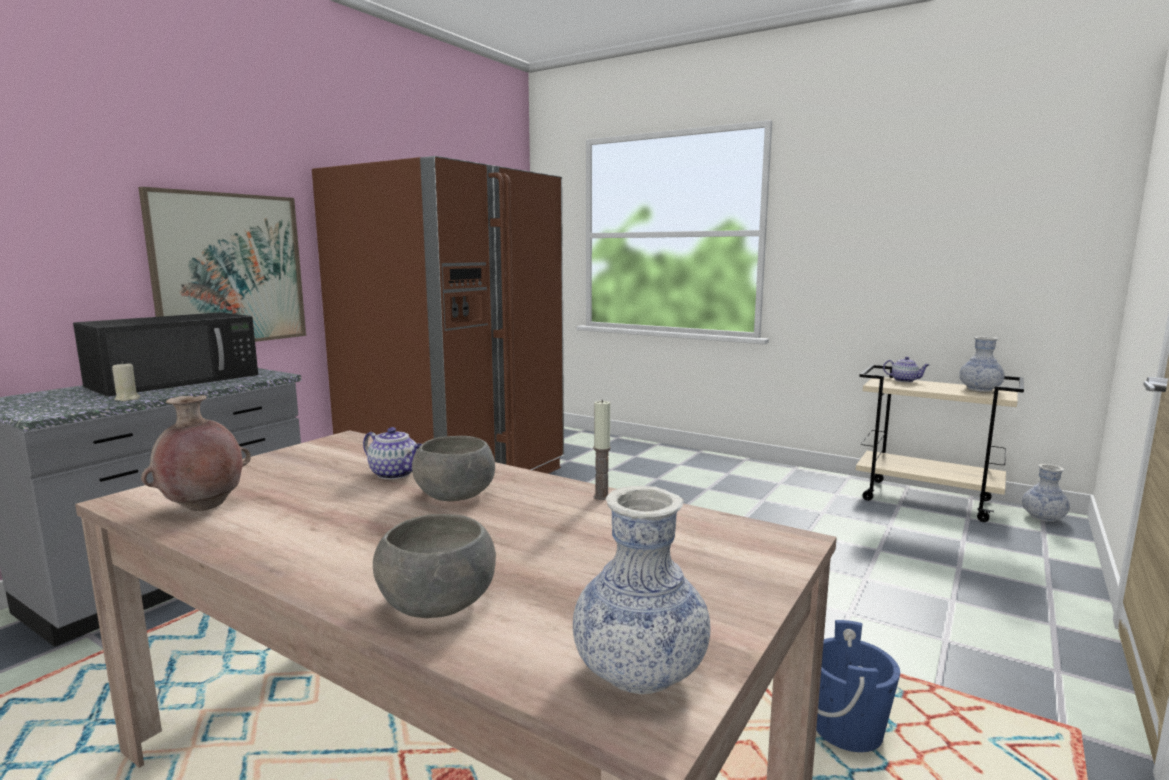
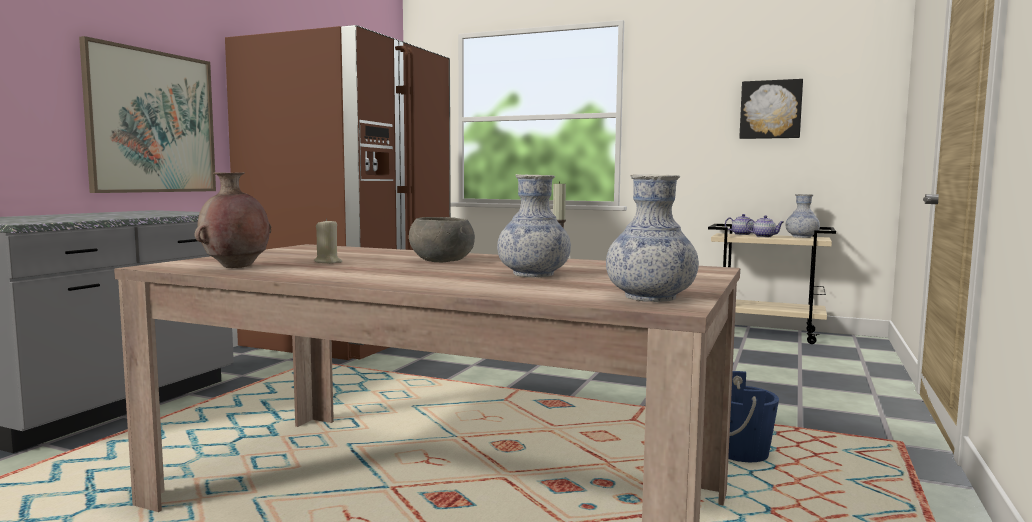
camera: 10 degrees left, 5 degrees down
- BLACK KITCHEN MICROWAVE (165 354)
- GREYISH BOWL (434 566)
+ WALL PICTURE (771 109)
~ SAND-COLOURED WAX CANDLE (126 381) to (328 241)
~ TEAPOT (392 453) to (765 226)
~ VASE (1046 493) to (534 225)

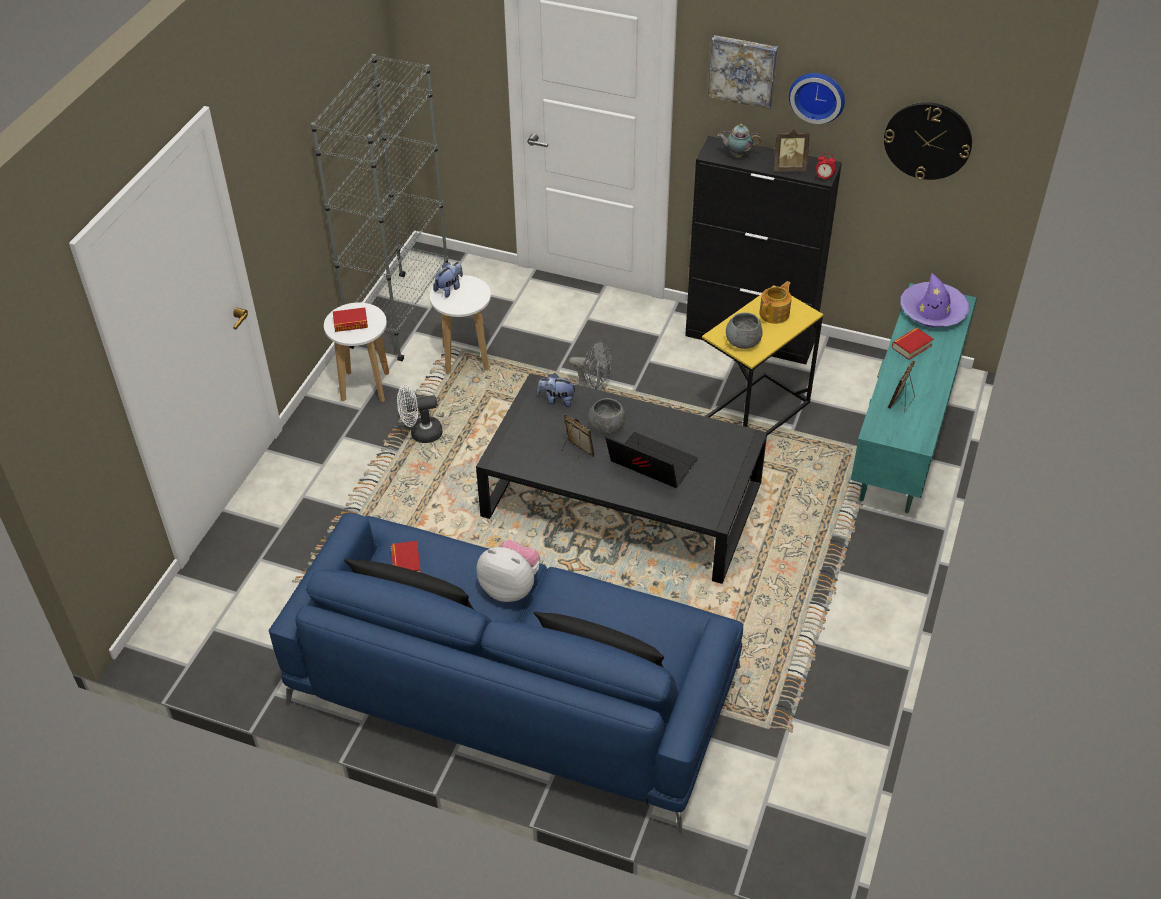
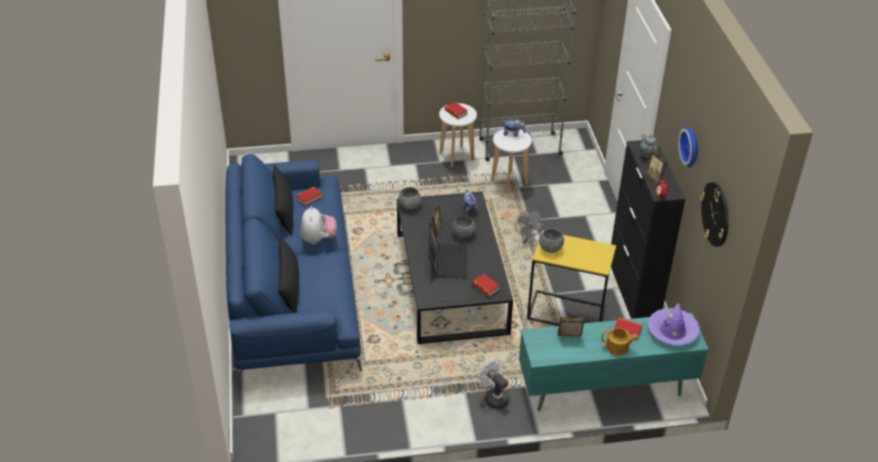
camera: 60 degrees right, 5 degrees down
- WALL PICTURE (743 72)
+ GREYISH BOWL (410 198)
+ BOOK (486 285)
~ WHITE-COLOURED COOLING FAN (420 414) to (493 384)
~ TEAPOT (775 302) to (619 342)

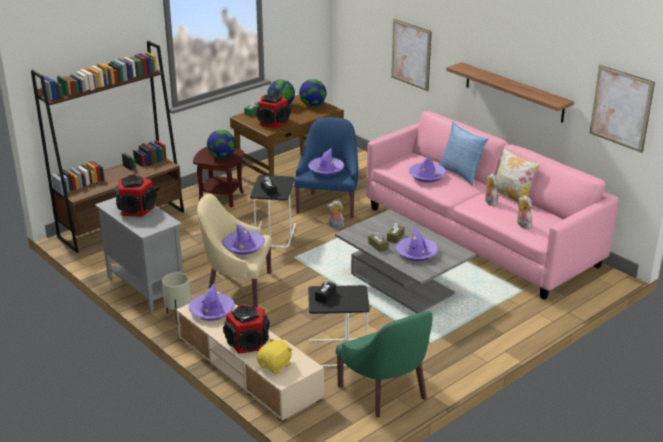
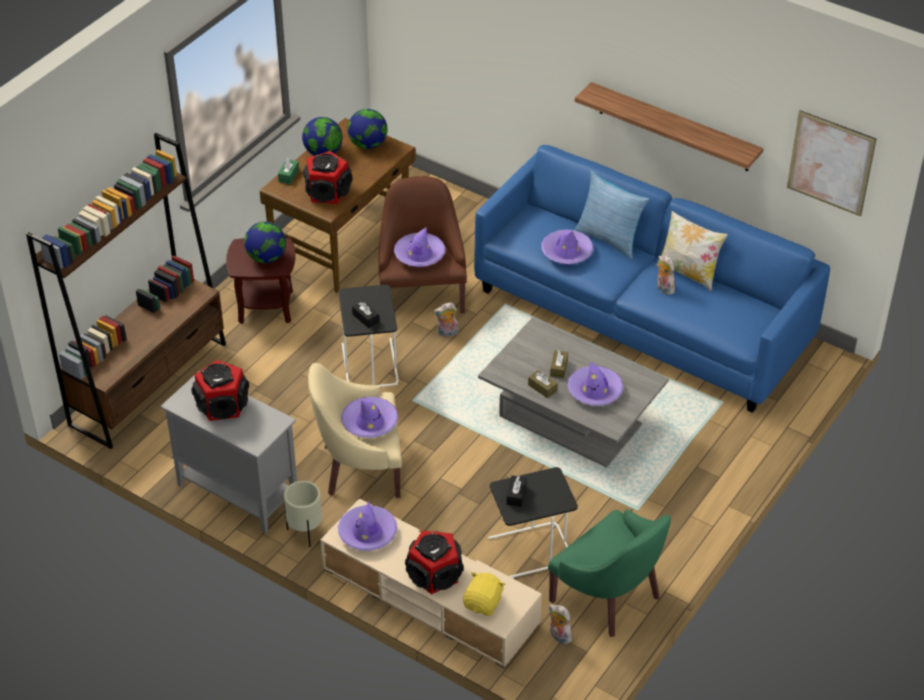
camera: 15 degrees left, 15 degrees up
- WALL PICTURE (411 55)
~ SOFT TOY (524 212) to (560 624)
~ BLUE ARMCHAIR (326 167) to BROWN ARMCHAIR (422 244)
~ PINK-COLOURED COUCH (492 205) to BLUE COUCH (652 279)

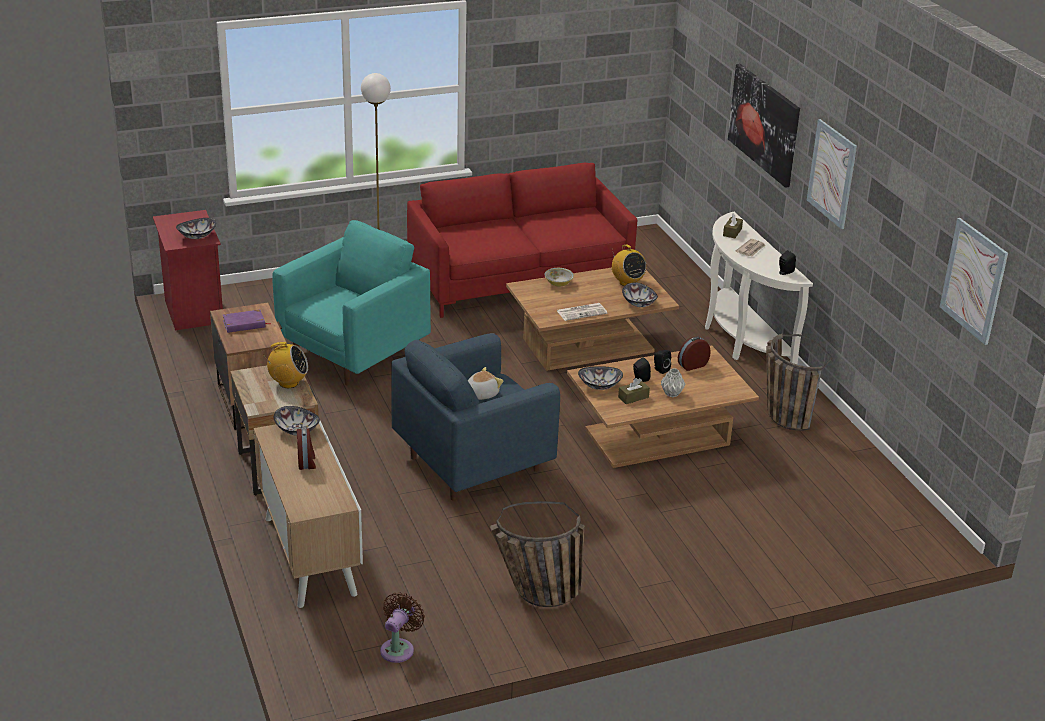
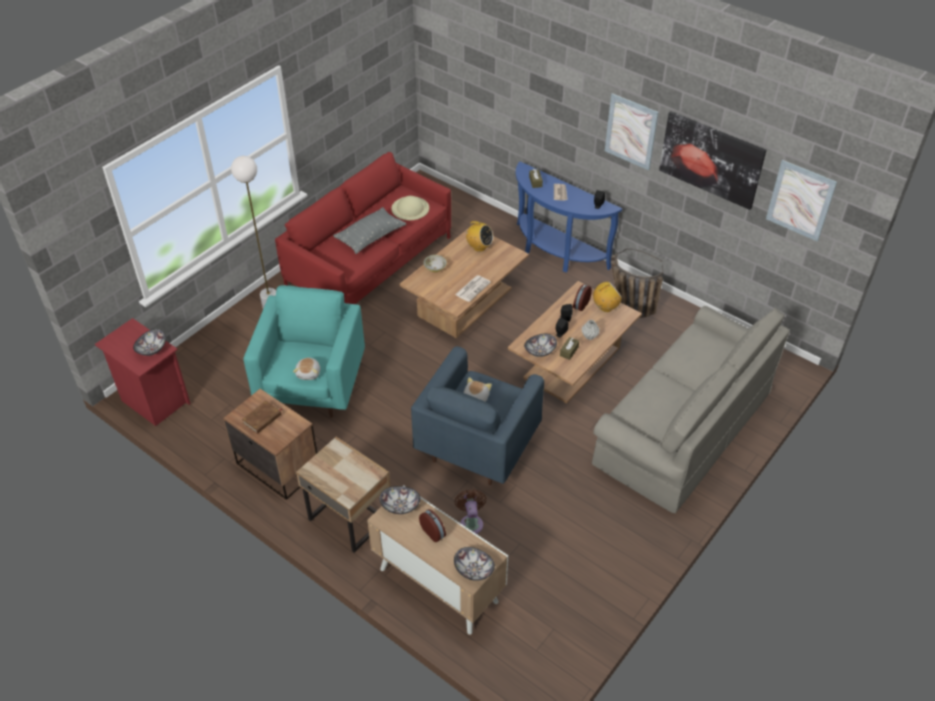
camera: 30 degrees left, 15 degrees up
- STORAGE BASKET (537 554)
+ SOFT TOY (306 368)
+ GREYISH CUSHION (369 230)
+ SAND-COLOURED WEARABLE HAT (410 208)
+ GREYISH COUCH (691 409)
~ RADIO RECEIVER (286 365) to (607 297)
~ BROWN COOLING FAN (402 627) to (471 511)
~ BOWL (640 295) to (474 564)
~ WALL PICTURE (764 126) to (712 160)
~ PURPLE BOOK (247 321) to BROWN BOOK (262 417)
~ WHITE-COLOURED NARROW TABLE (759 288) to BLUE NARROW TABLE (569 216)

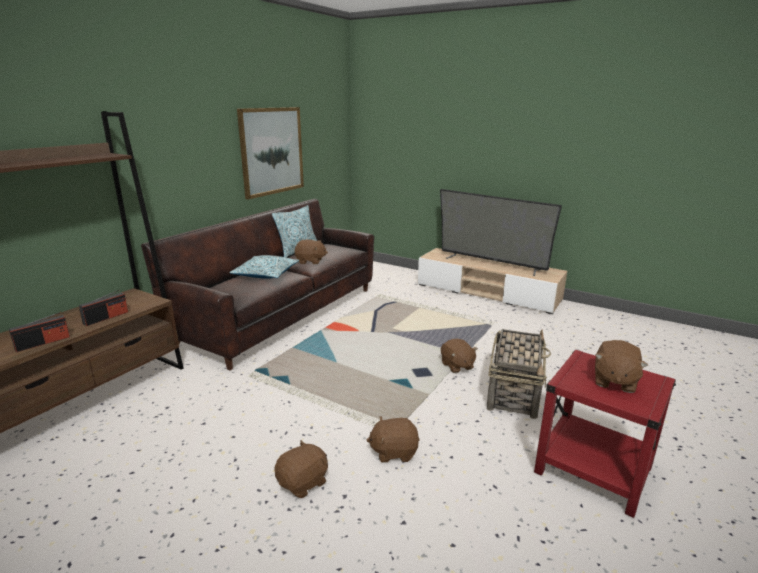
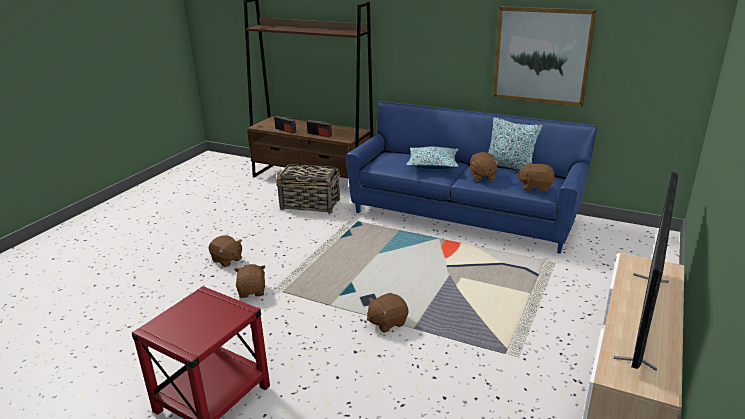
camera: 85 degrees right, 5 degrees up
~ STORAGE BASKET (519 374) to (307 189)
~ BROWN SOFT TOY (621 366) to (536 177)
~ BROWN COUCH (257 285) to BLUE COUCH (472 177)

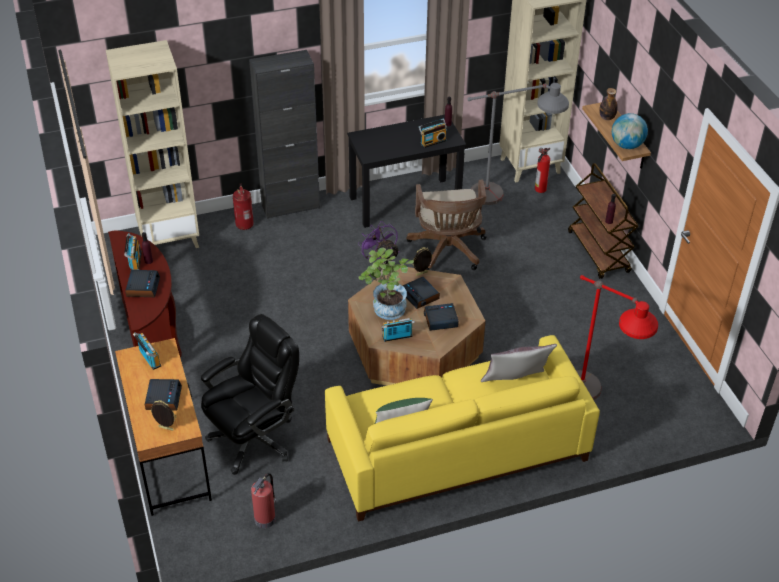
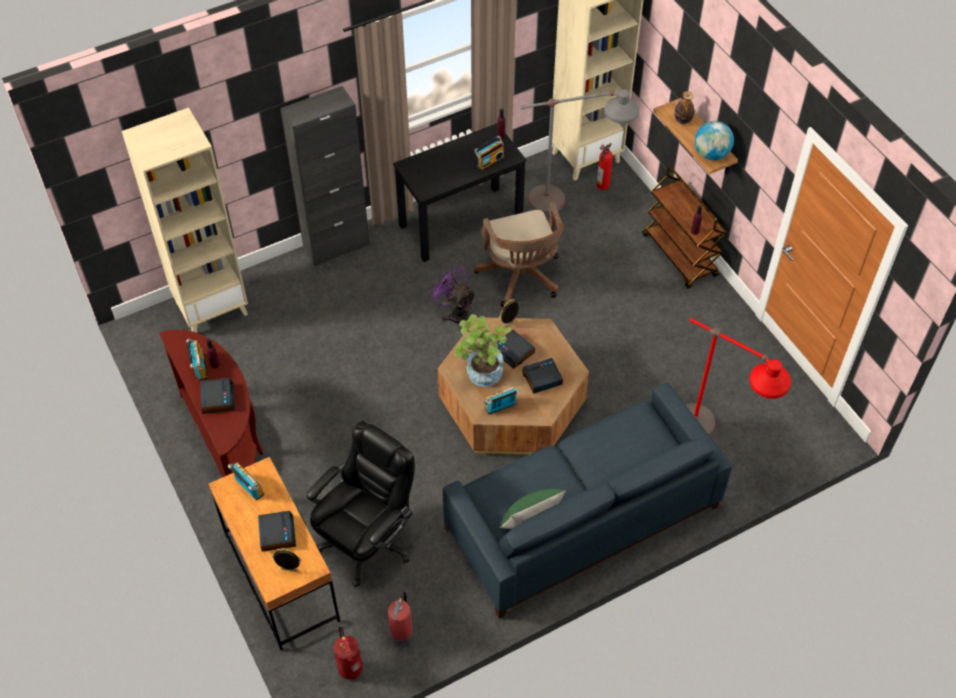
camera: 10 degrees left, 10 degrees up
- GREYISH CUSHION (519 363)
~ EXTINGUISHER (243 206) to (348 653)
~ YELLOW COUCH (462 428) to BLUE COUCH (587 501)

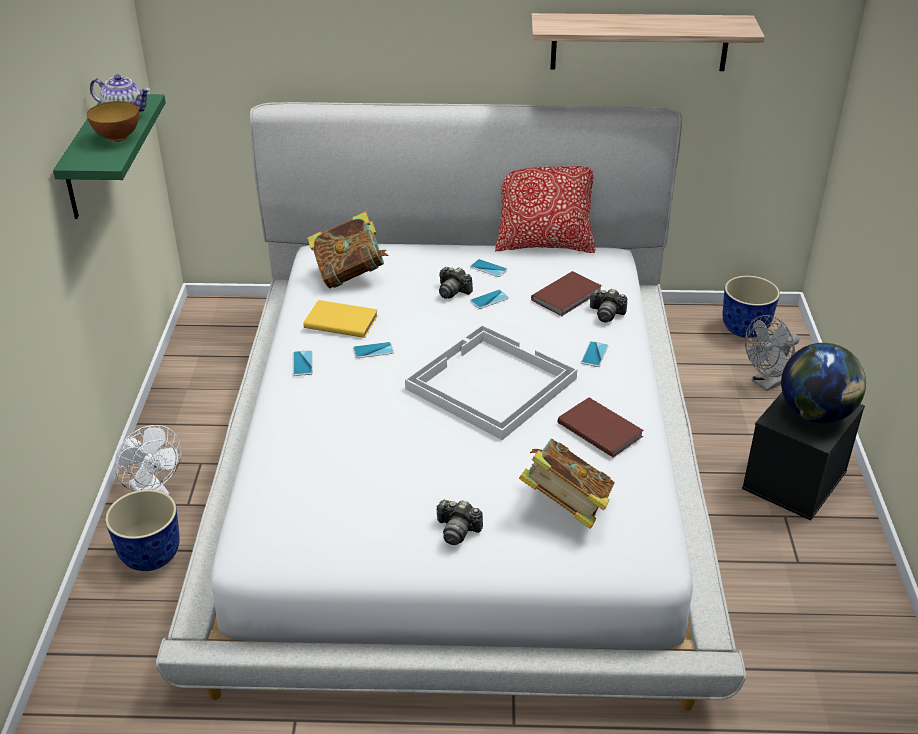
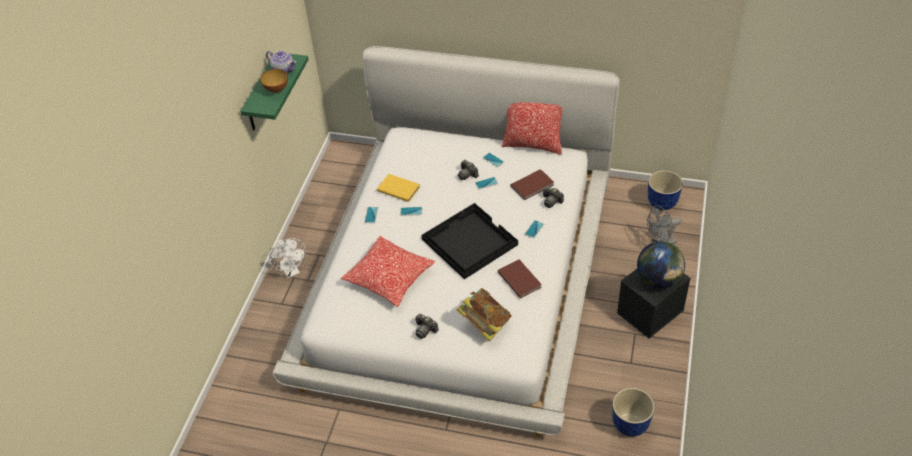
camera: 15 degrees right, 10 degrees up
- BOOK (347 250)
- WALL SHELF (648 42)
+ CUSHION (388 271)
~ PLANT POT (142 530) to (633 412)
~ WHITE-COLOURED TRAY (491 382) to BLACK TRAY (470 241)

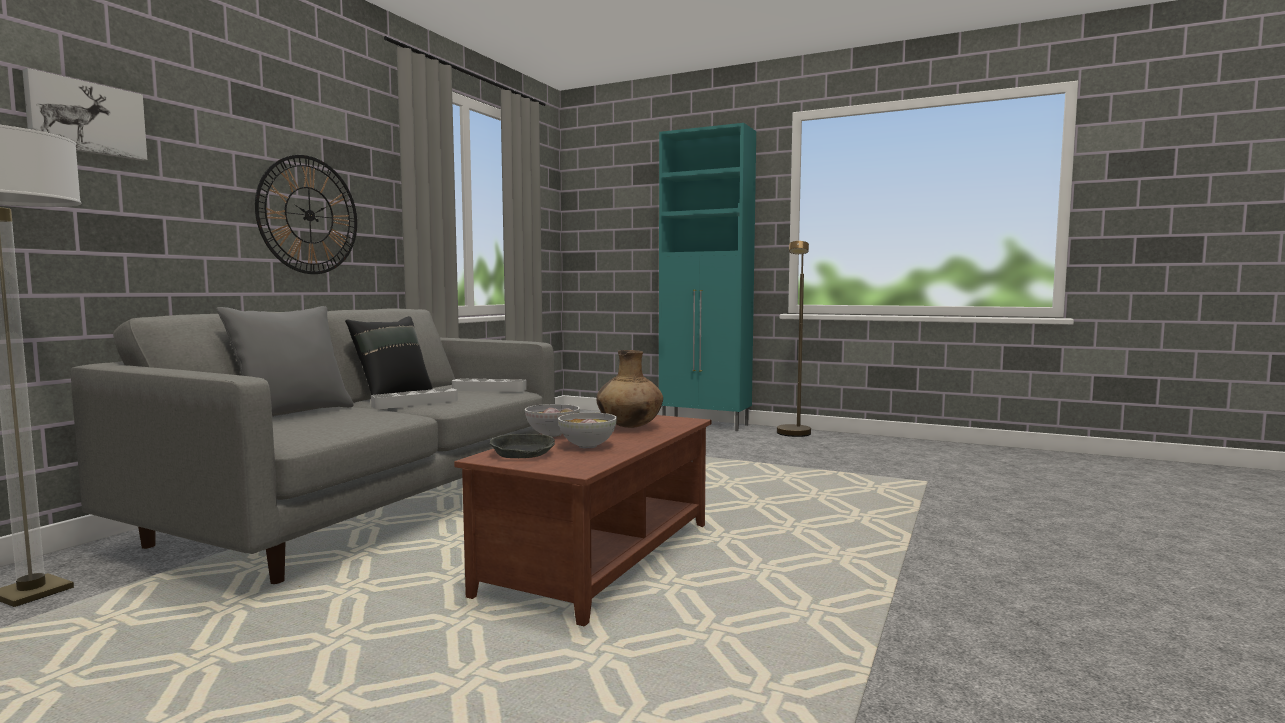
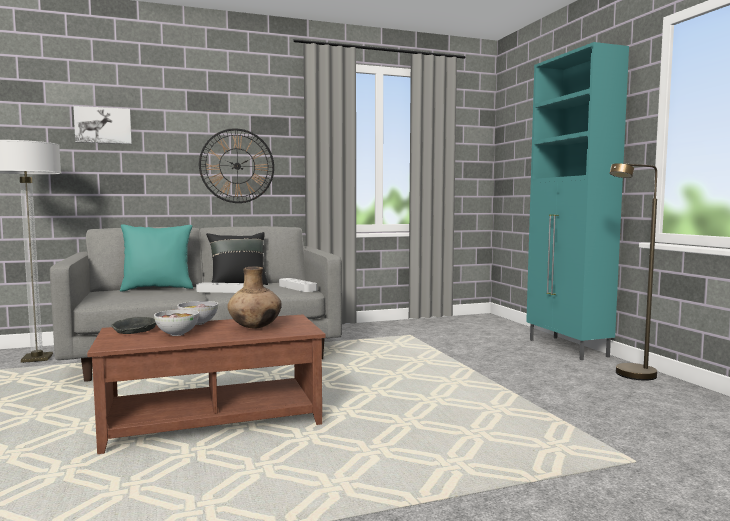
camera: 45 degrees right, 0 degrees up
~ GREYISH CUSHION (285 360) to TURQUOISE-COLOURED CUSHION (156 258)

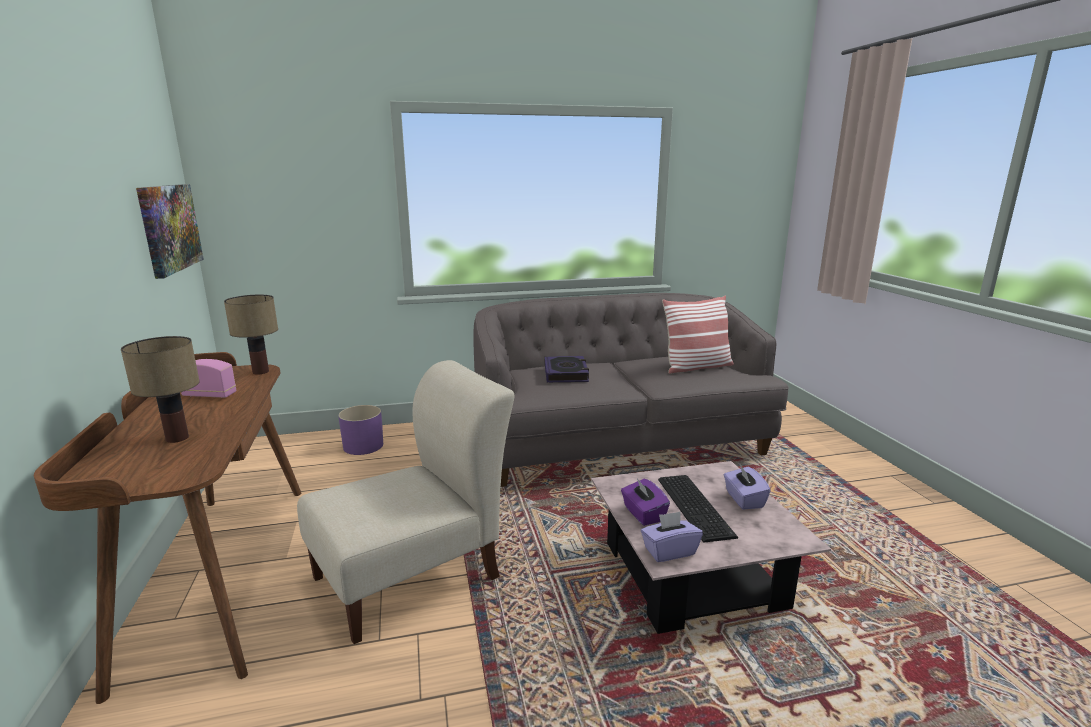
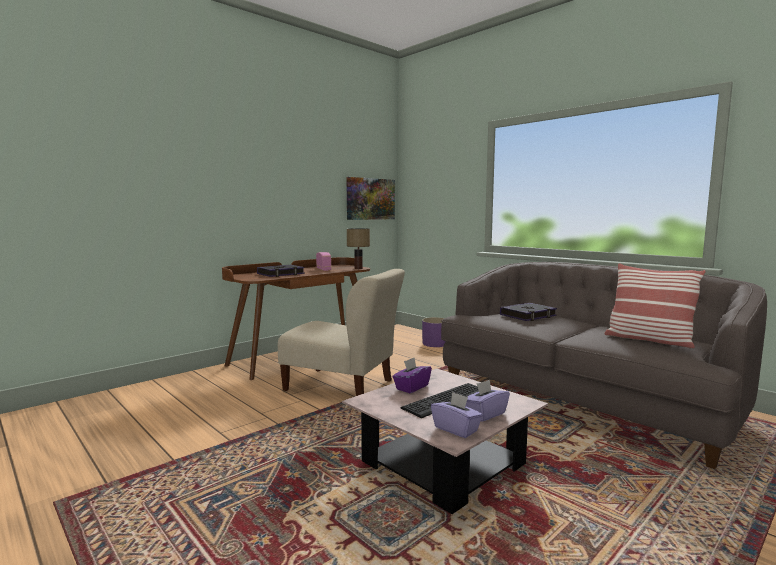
camera: 60 degrees right, 10 degrees down
~ PURPLE BOX OF TISSUES (672 537) to (457 415)
~ TABLETOP LAMP (160 389) to BOOK (281 271)

